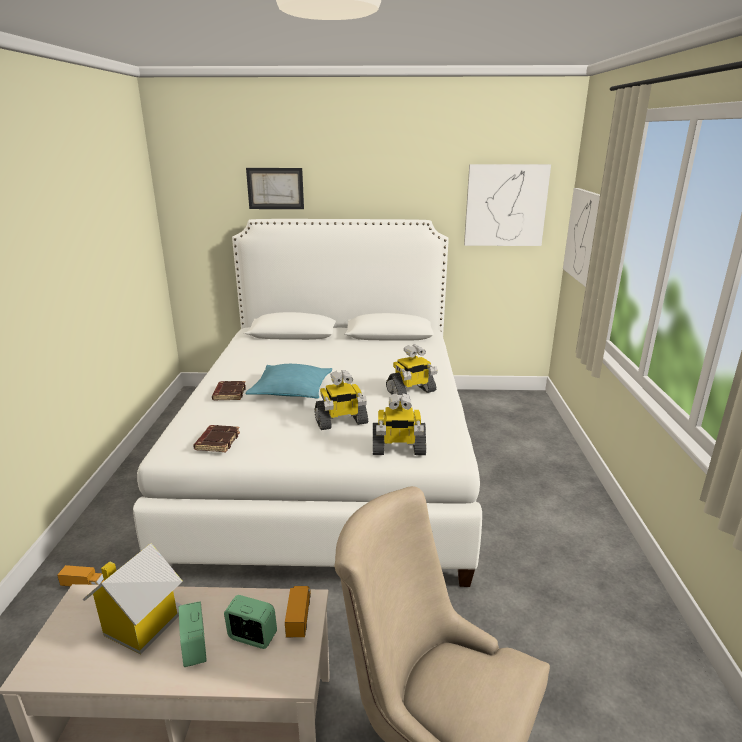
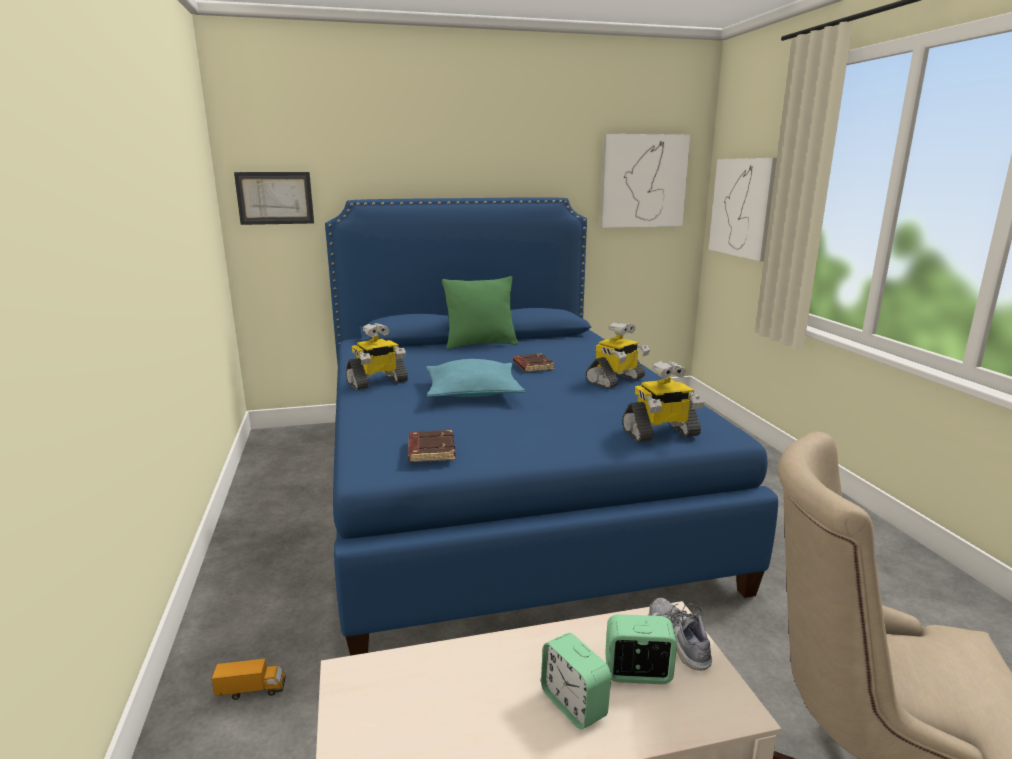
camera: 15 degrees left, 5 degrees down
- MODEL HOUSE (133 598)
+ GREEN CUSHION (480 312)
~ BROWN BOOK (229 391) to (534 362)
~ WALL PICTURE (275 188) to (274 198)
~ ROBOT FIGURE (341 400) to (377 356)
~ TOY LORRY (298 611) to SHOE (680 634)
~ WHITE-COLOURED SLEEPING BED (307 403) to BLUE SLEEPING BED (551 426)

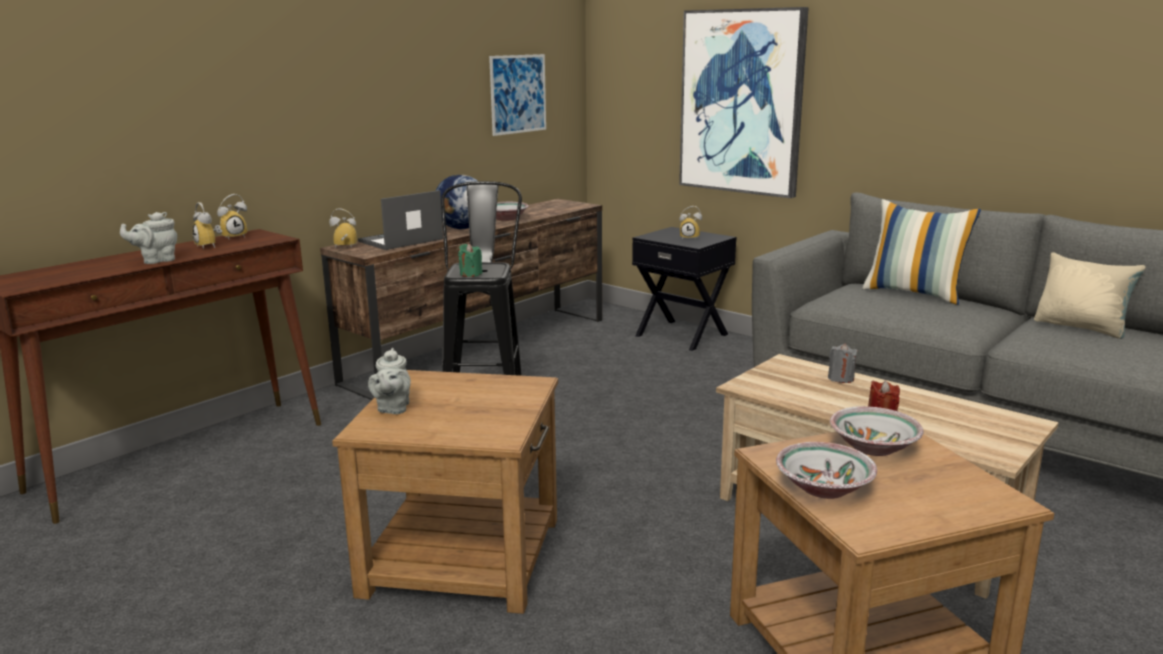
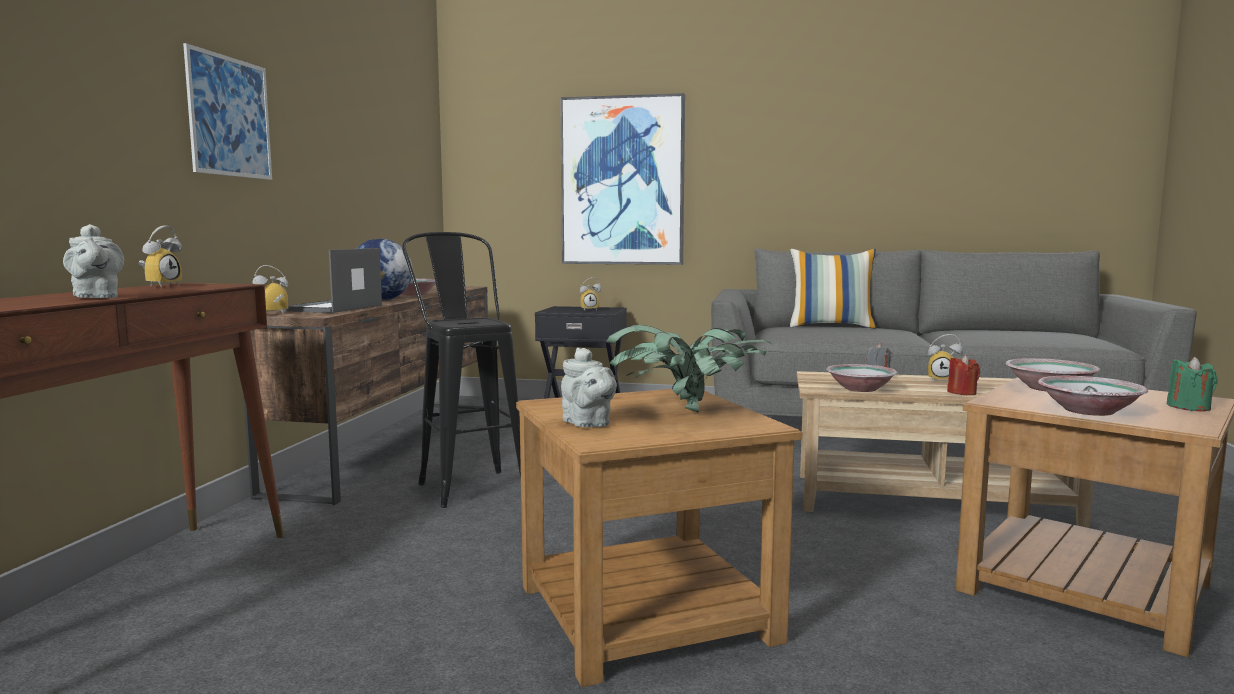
camera: 30 degrees left, 10 degrees down
- SAND-COLOURED CUSHION (1090 295)
+ POTTED PLANT (688 369)
+ BOWL (861 378)
~ ALARM CLOCK (207 225) to (945 358)
~ GREEN WAX CANDLE (470 260) to (1191 384)
~ WALL PICTURE (517 95) to (227 111)
~ GREYISH TEAPOT (149 238) = (93 261) 60 degrees counterclockwise

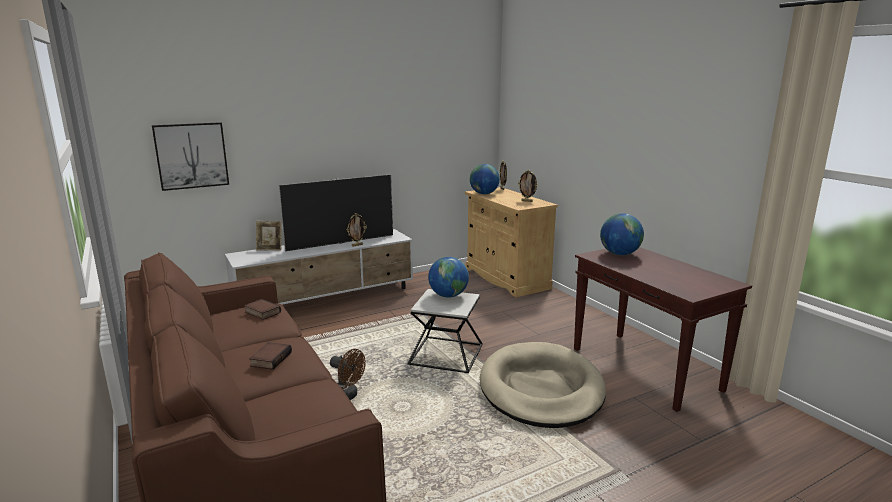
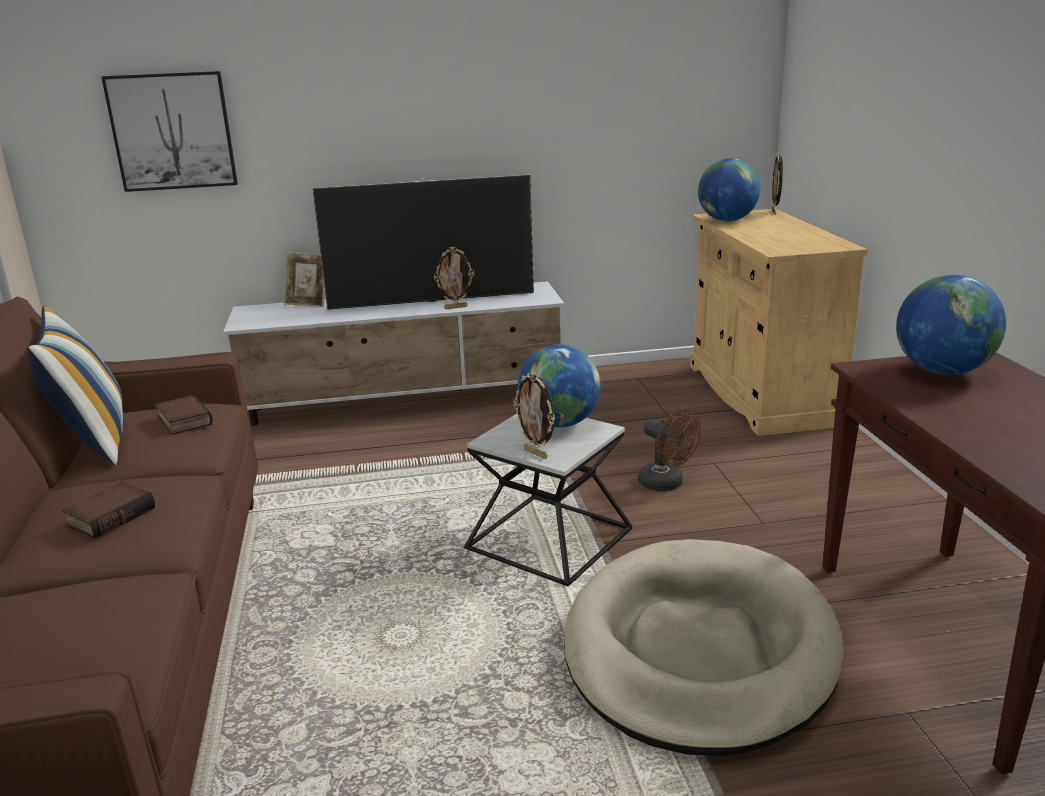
camera: 20 degrees right, 5 degrees up
+ CUSHION (75 385)
~ BROWN COOLING FAN (348 374) to (669 450)
~ PHOTO FRAME (528 186) to (534 415)

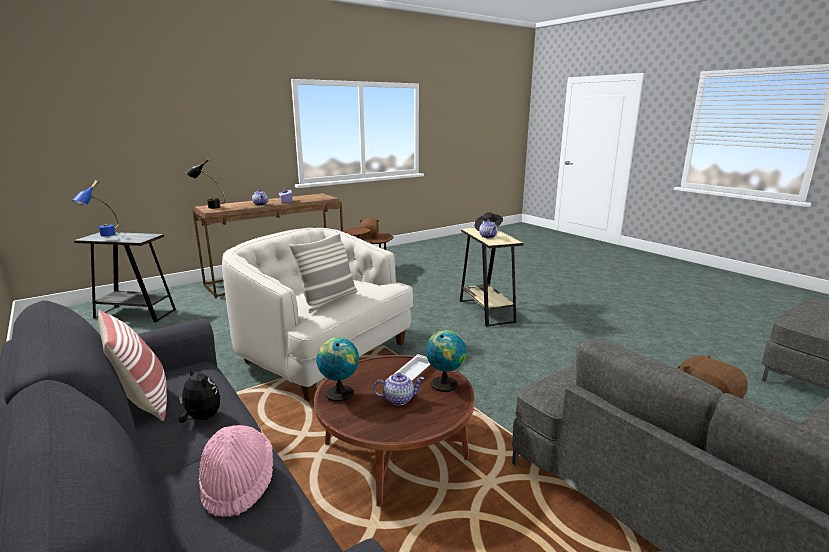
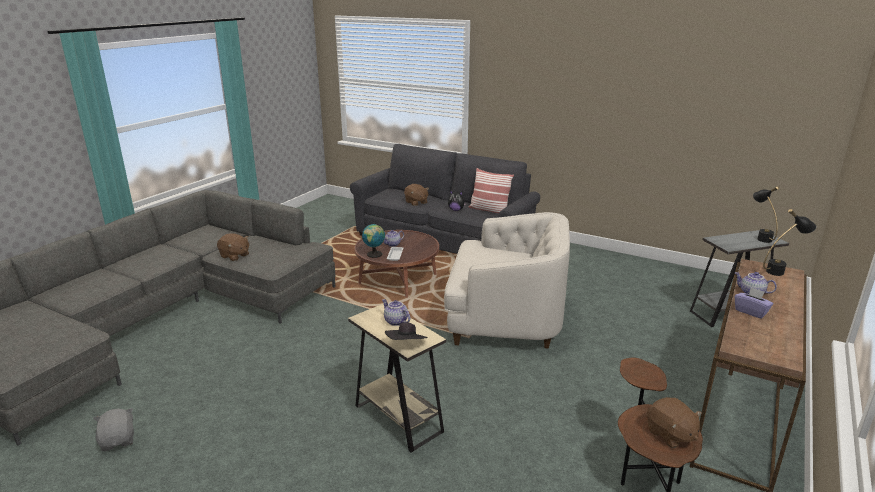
camera: 155 degrees right, 5 degrees up
- CUSHION (323 272)
- GLOBE (337 370)
+ GREYISH SOFT TOY (113 429)
~ PINK-COLOURED WEARABLE HAT (236 471) to BROWN SOFT TOY (416 195)
~ BLUE TABLETOP LAMP (95 208) to BLACK TABLETOP LAMP (766 214)

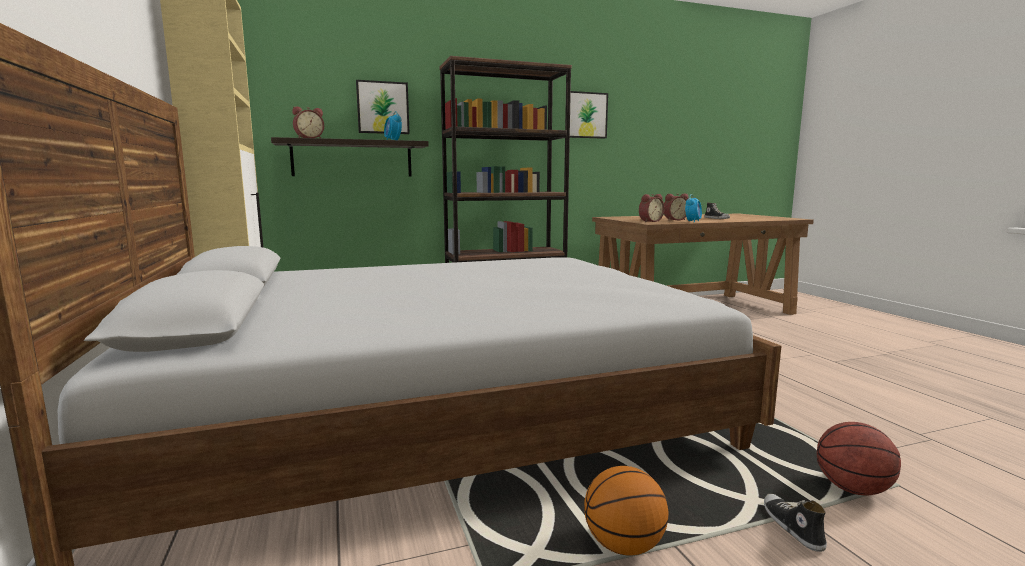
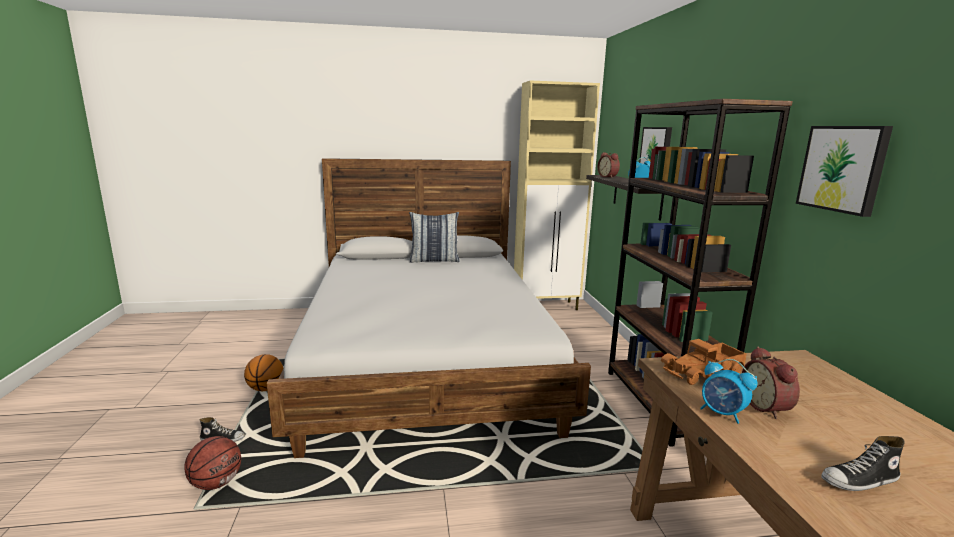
camera: 100 degrees right, 5 degrees up
+ CUSHION (434 237)
~ ALARM CLOCK (652 208) to TOY LORRY (704 362)

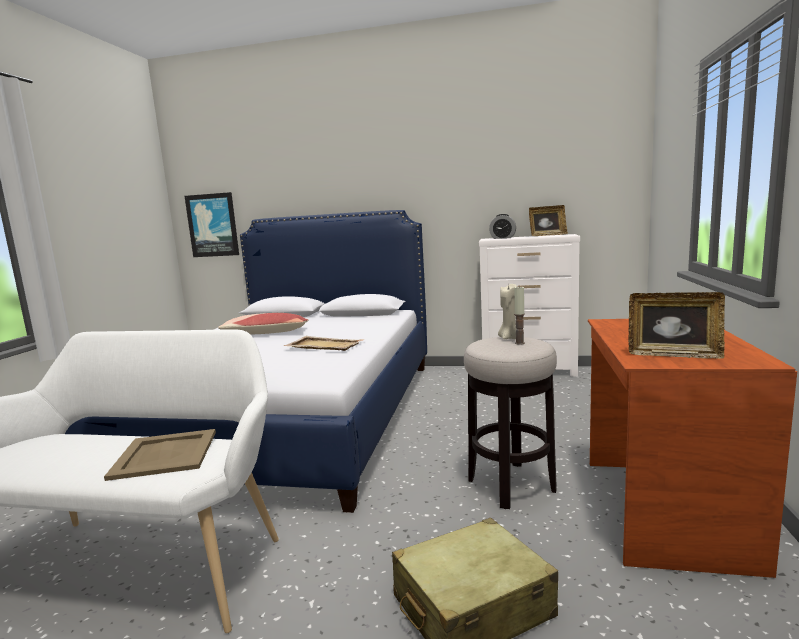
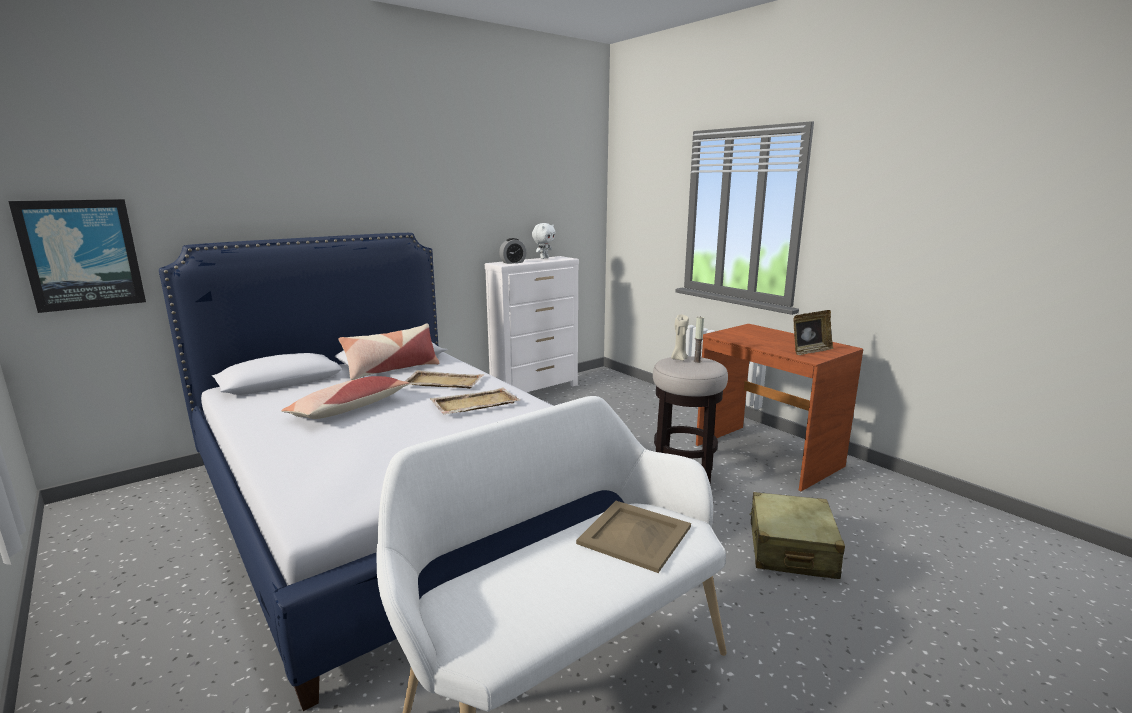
camera: 50 degrees left, 5 degrees up
+ CUSHION (389 352)
+ SAND-COLOURED TRAY (444 379)
~ PHOTO FRAME (548 220) to WHITE-COLOURED SOFT TOY (544 241)

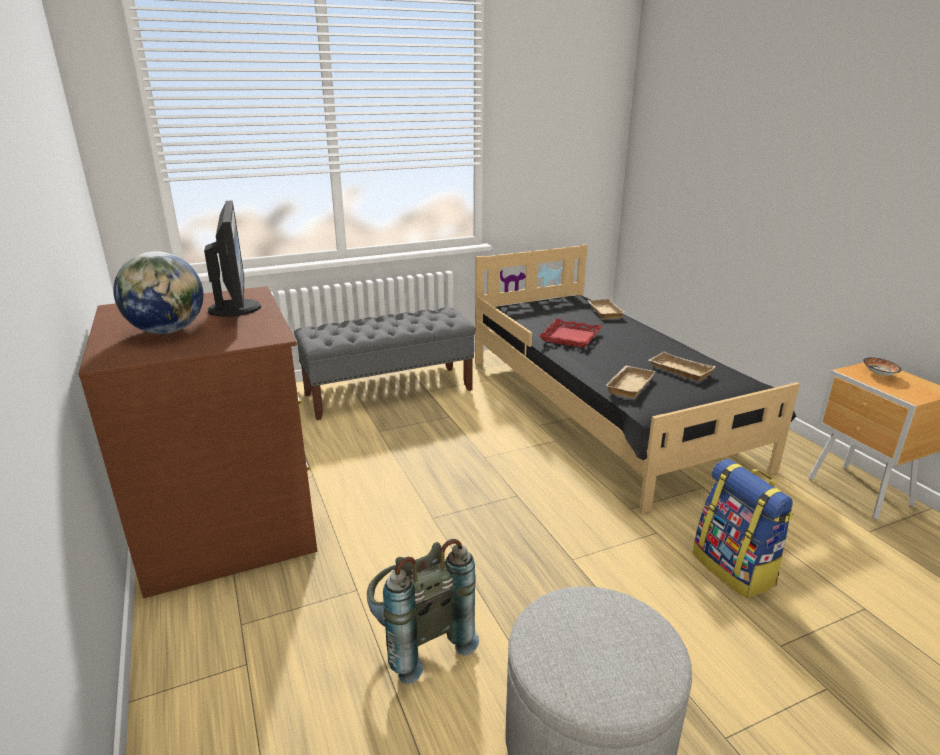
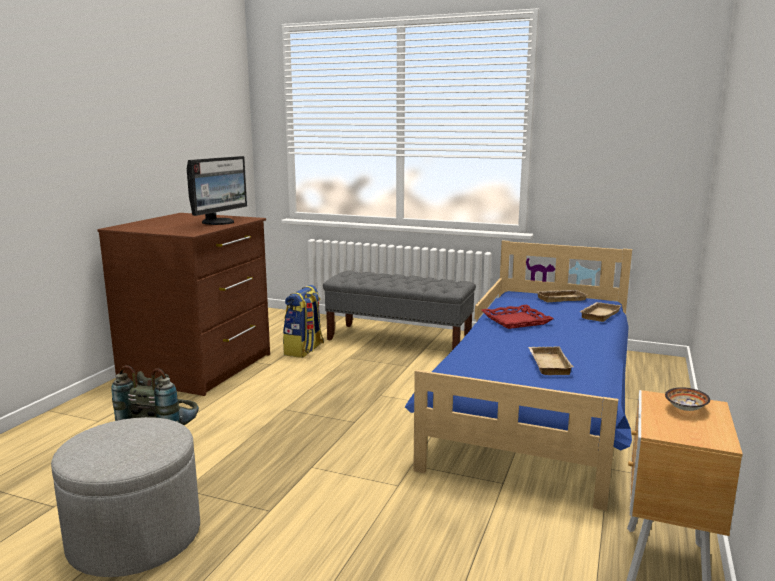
camera: 45 degrees right, 10 degrees down
- GLOBE (158 292)
~ SAND-COLOURED TRAY (630 382) to (561 296)
~ RUCKSACK (743 528) to (303 321)
~ BLACK SLEEPING BED (637 379) to BLUE SLEEPING BED (518 376)

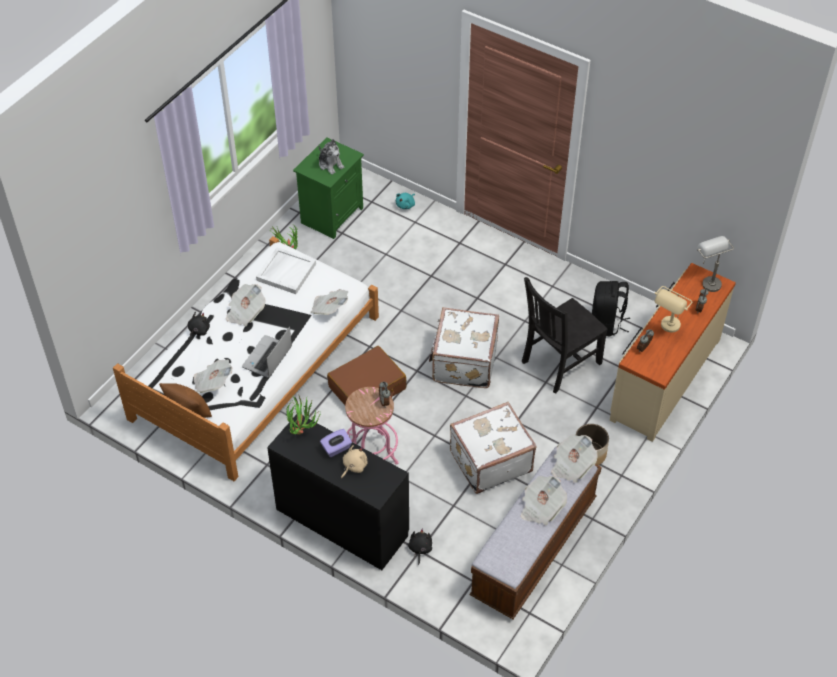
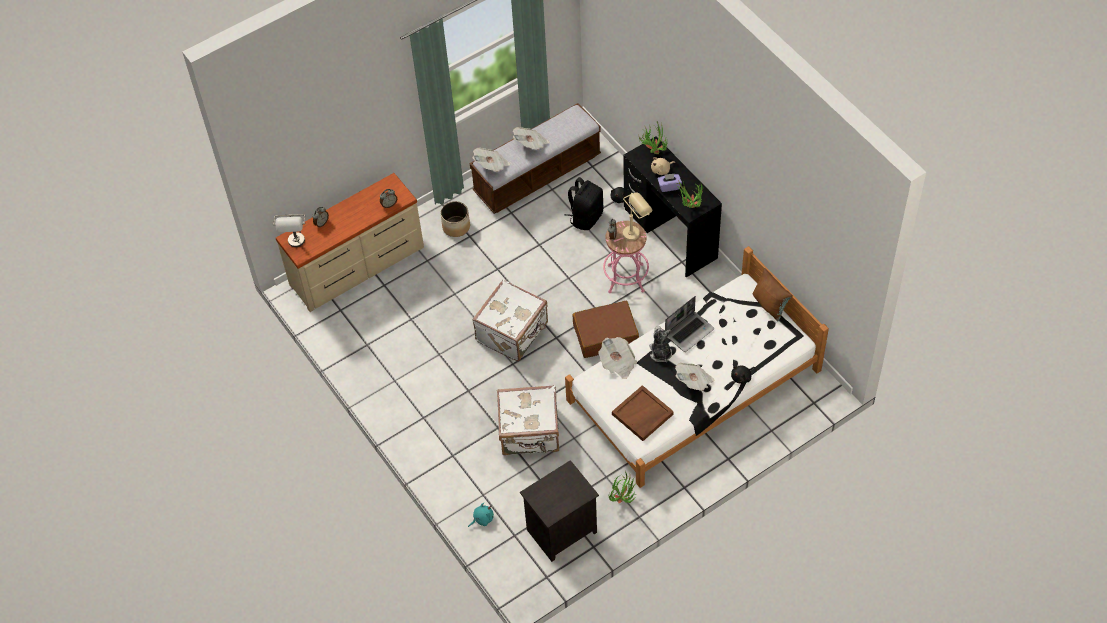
camera: 155 degrees left, 5 degrees up
- PRINTED PAPER (213 376)
- BLACK UPRIGHT CHAIR (565 335)
+ POTTED PLANT (653 137)
~ SOFT TOY (331 157) to (660 344)
~ WHITE-COLOURED SUITCASE (493 448) to (528 420)
~ BLACK RUCKSACK (611 308) to (583 203)
~ SAND-COLOURED TABLETOP LAMP (674 309) to (637 216)
~ WHITE-COLOURED TRAY (286 270) to BROWN TRAY (643 413)
~ GREEN NIGHT TABLE (328 188) to BLACK NIGHT TABLE (559 511)

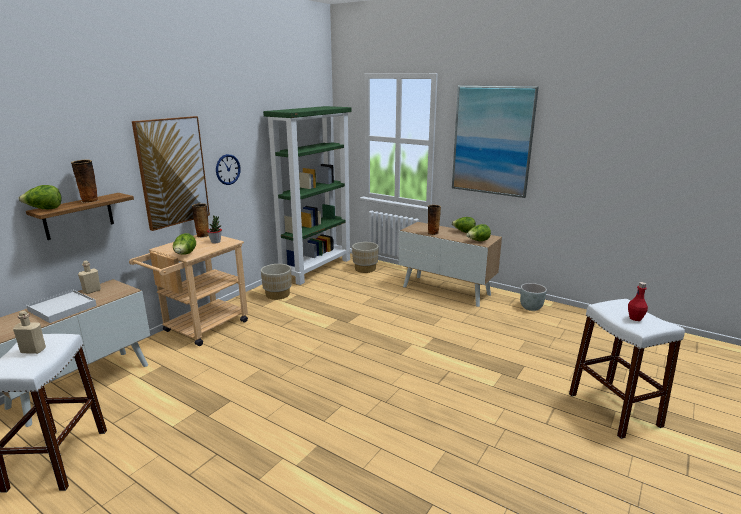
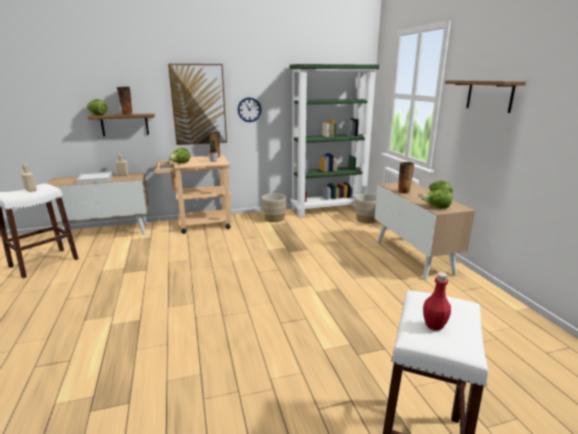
camera: 40 degrees right, 0 degrees up
- GREYISH PLANT POT (533 297)
~ WALL PICTURE (495 141) to WALL SHELF (485 96)

